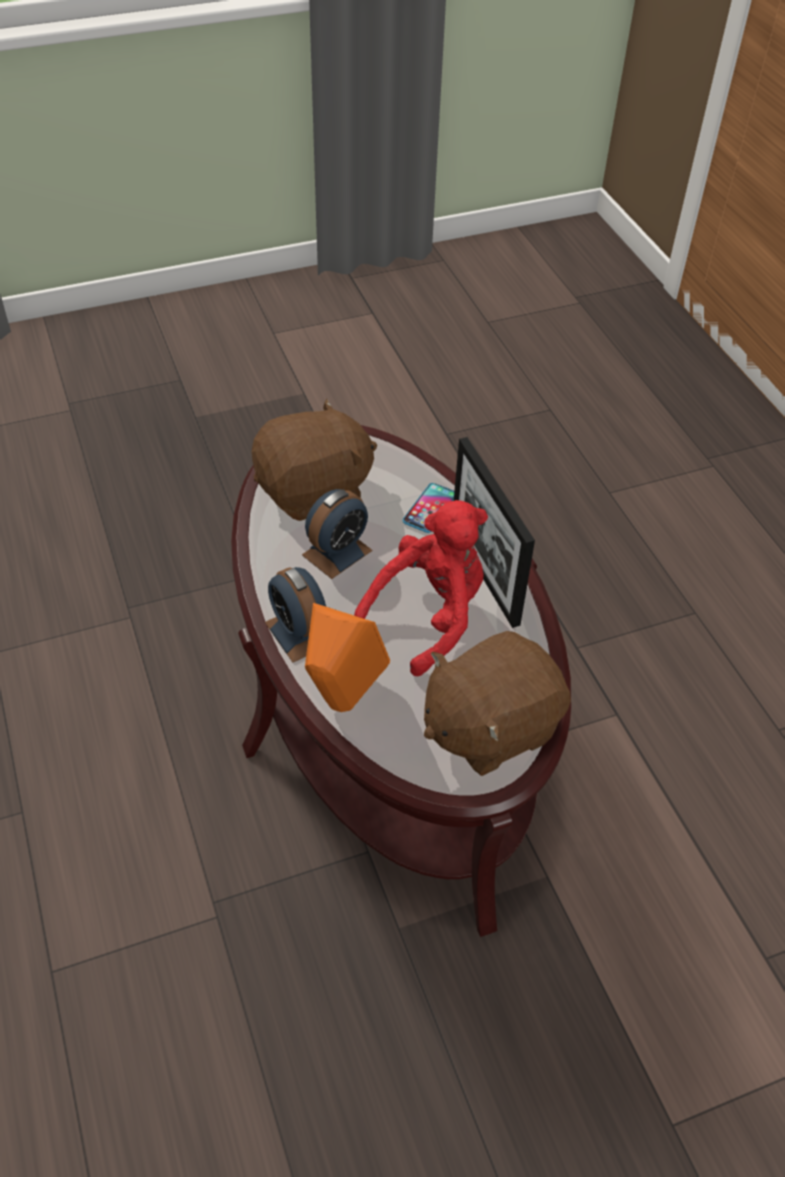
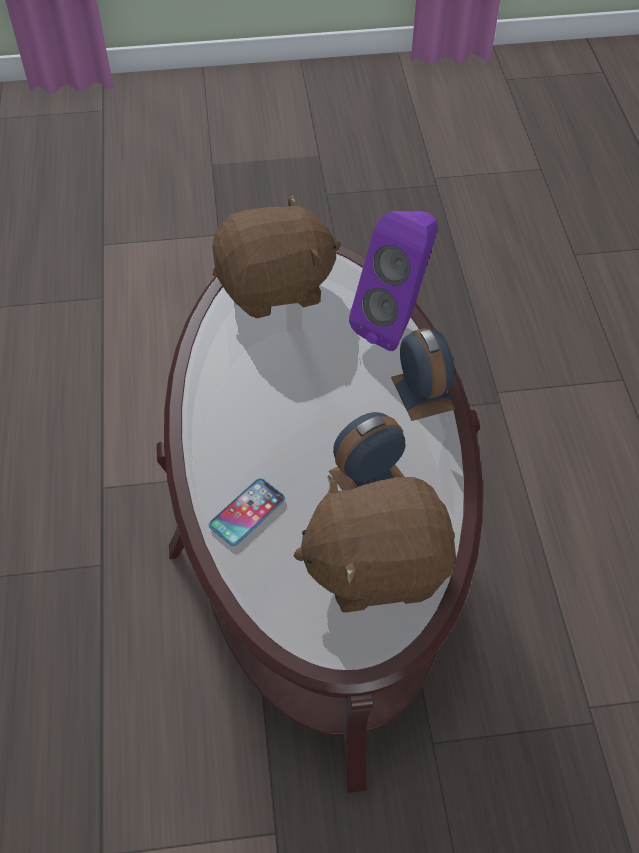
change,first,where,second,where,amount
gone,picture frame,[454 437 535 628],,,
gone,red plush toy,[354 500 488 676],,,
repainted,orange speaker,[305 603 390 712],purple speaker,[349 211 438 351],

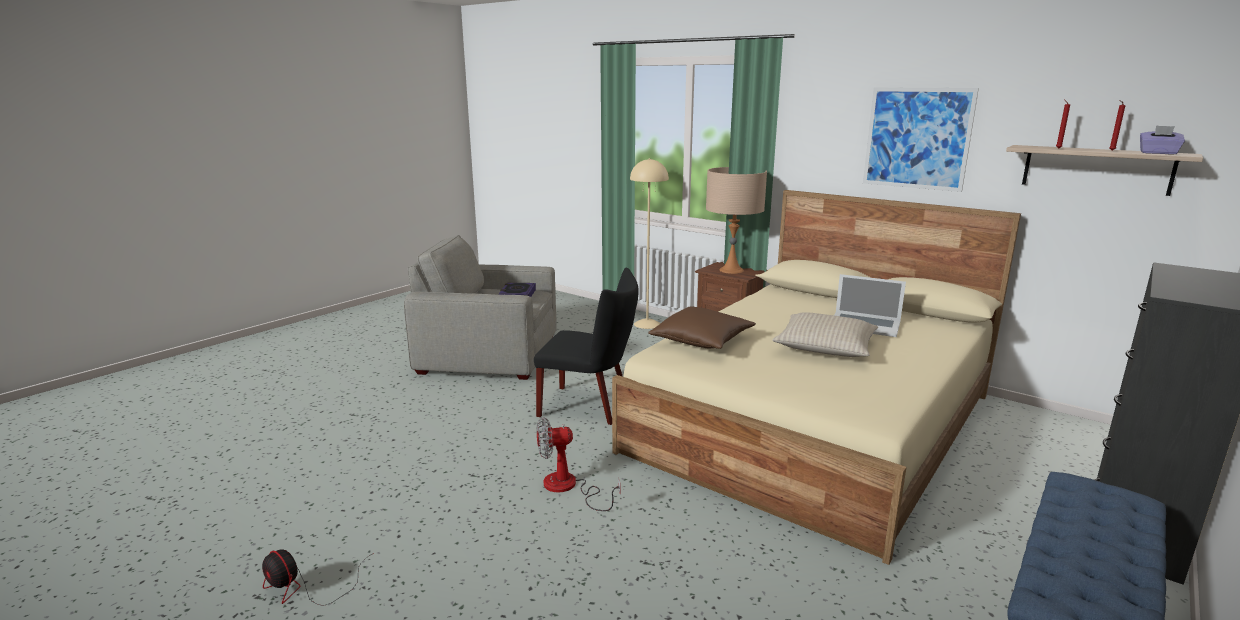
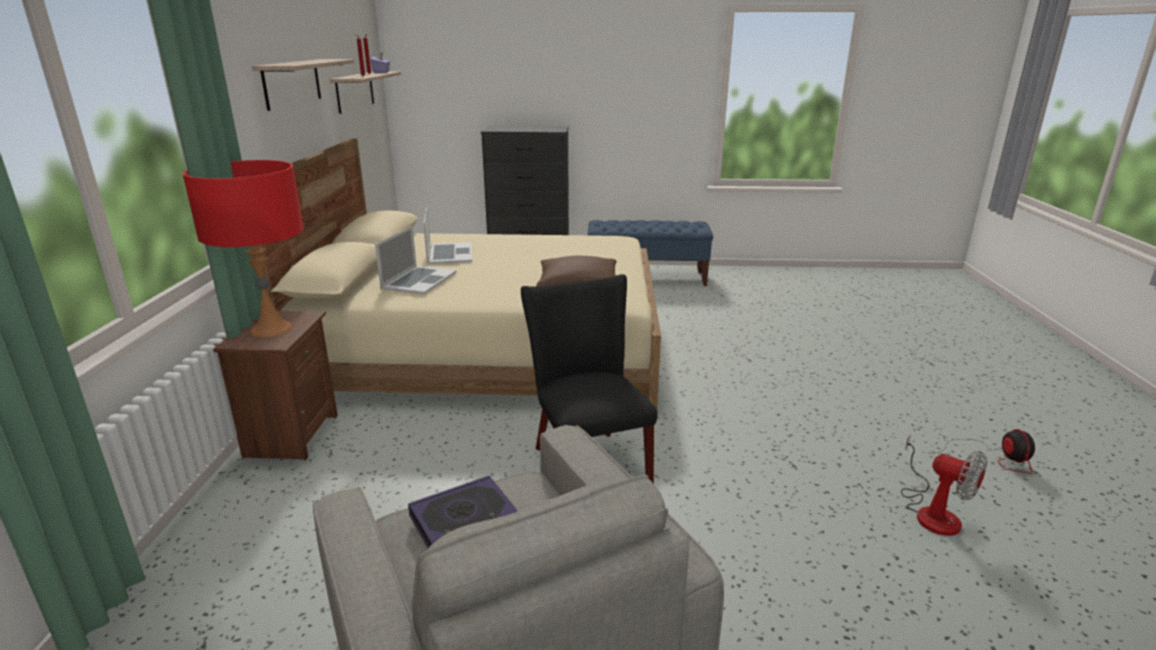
change,first,where,second,where,amount
swapped,picture,[863 87 979 192],shelf,[252 59 354 111],
gone,beige floor lamp,[630 158 669 329],,,
repainted,beige table lamp,[706 167 767 274],red table lamp,[183 160 304 337],
gone,beige pillow,[772 312 878 357],,,
shifted,fan,[537 417 621 511],,[901 434 987 536],
new,,,laptop,[375 226 457 295],

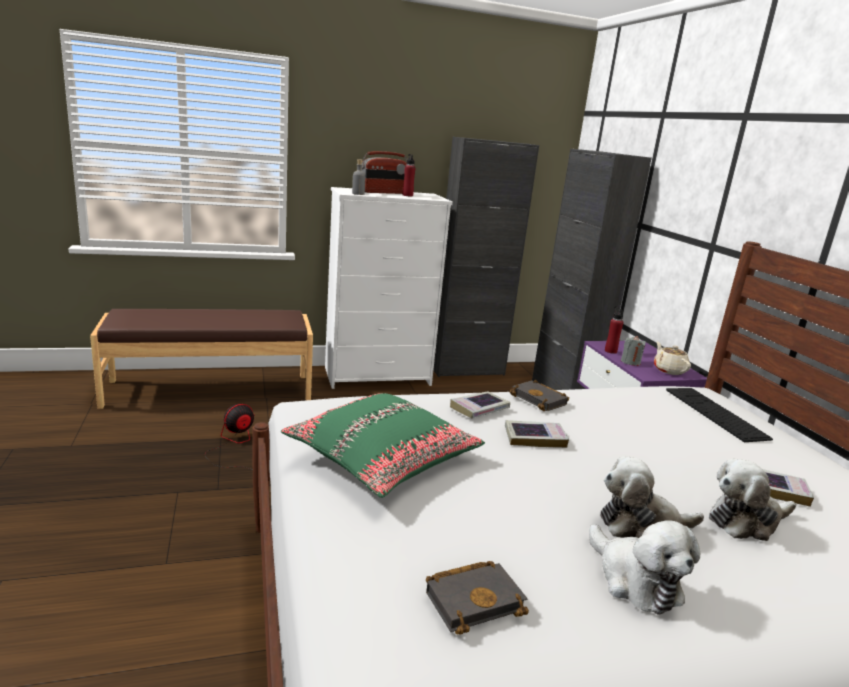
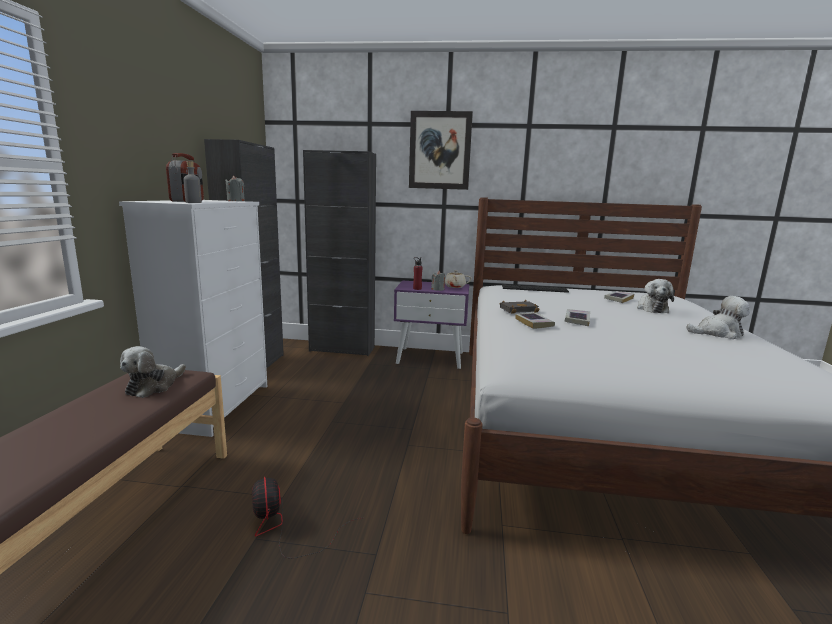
change,first,where,second,where,amount
gone,red bottle,[403 154 416 197],,,
gone,green pillow,[281 393 485 498],,,
shifted,plush toy,[600 457 704 538],,[120 346 186 398],
gone,black book,[426 561 529 634],,,
new,,,picture,[409 111 473 190],
new,,,grey candle,[225 176 245 201],

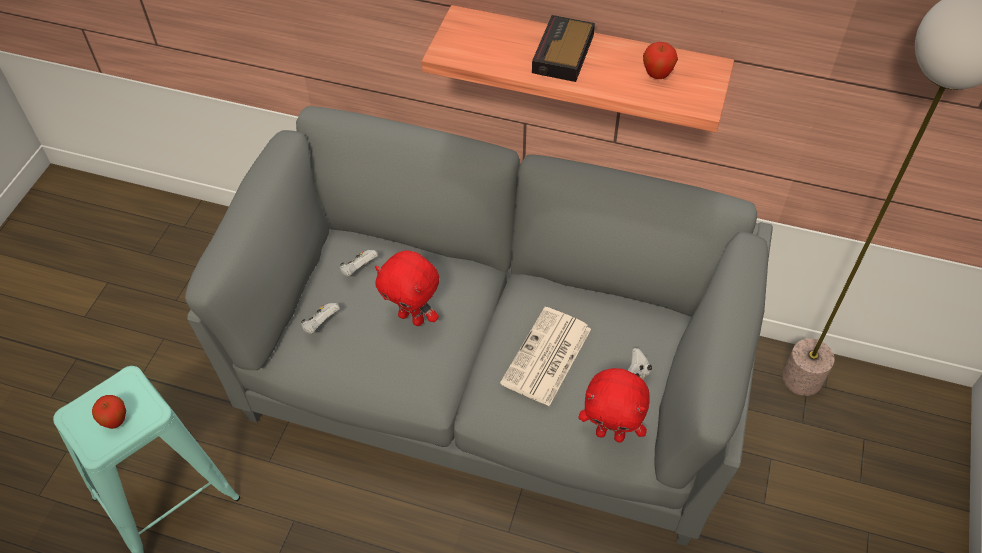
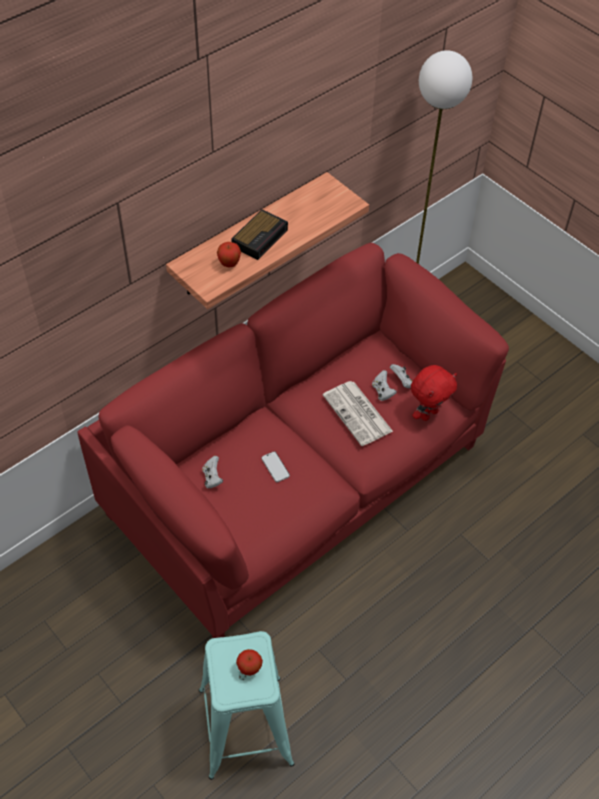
change,first,where,second,where,amount
rotated,alarm clock,[532 15 595 82],,[231 209 288 260],105 degrees counterclockwise
shifted,apple,[643 42 678 79],,[217 242 241 267],
repainted,grey sofa,[185 106 773 546],red sofa,[77 243 509 638],
swapped,red plush toy,[375 251 439 326],phone,[261 451 290 482],
shifted,white game controller,[301 303 340 334],,[372 370 397 401],

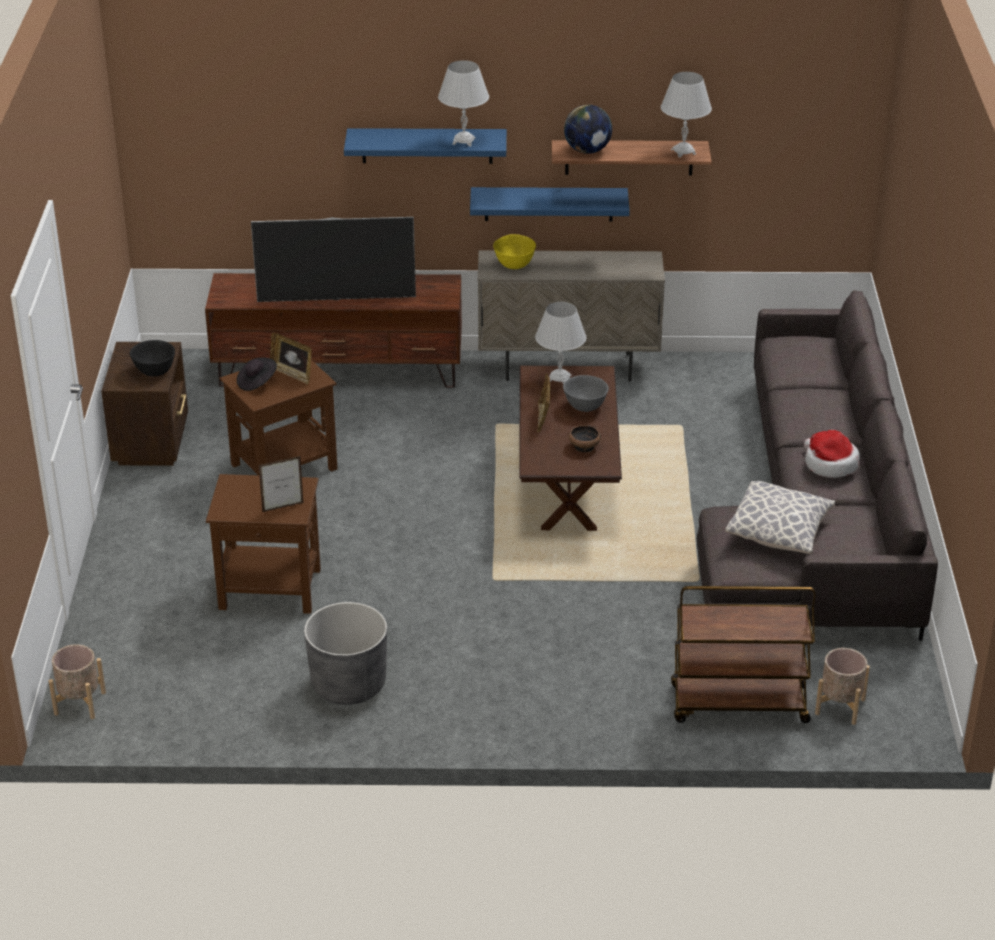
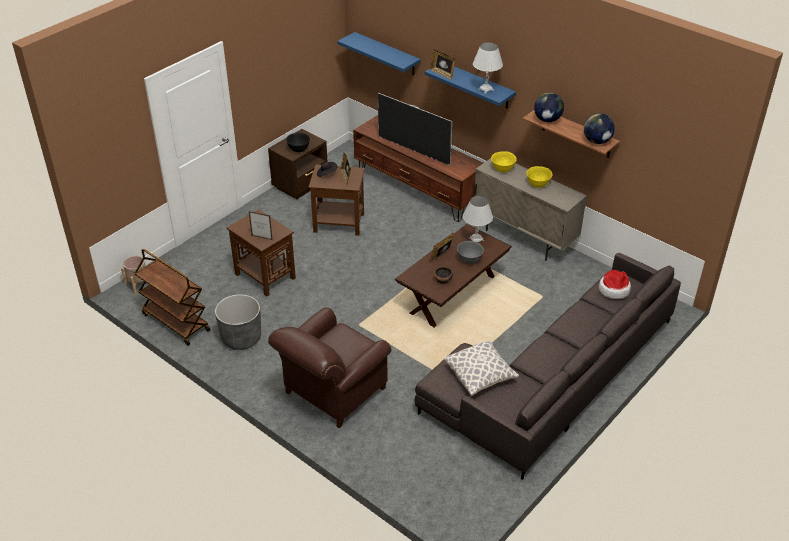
change,first,where,second,where,amount
swapped,white table lamp,[661 72 712 158],globe,[584 113 615 144],
shifted,blue shelf,[470 187 630 222],,[337 32 420 75],
shifted,hat,[804 430 860 478],,[599 270 631 299],
shifted,brown cart,[671 586 815 723],,[134 249 210 346],
gone,beige planter,[815 648 870 725],,,
new,,,picture frame,[430 50 455 80],
new,,,yellow bowl,[526 166 552 188],
new,,,brown armchair,[268 307 391 428],

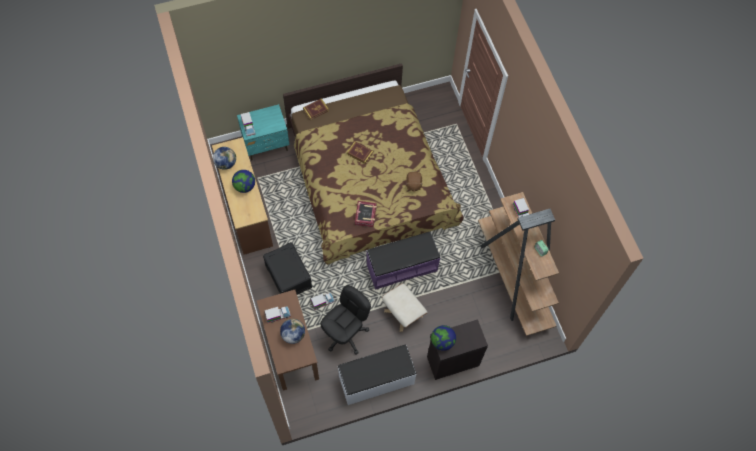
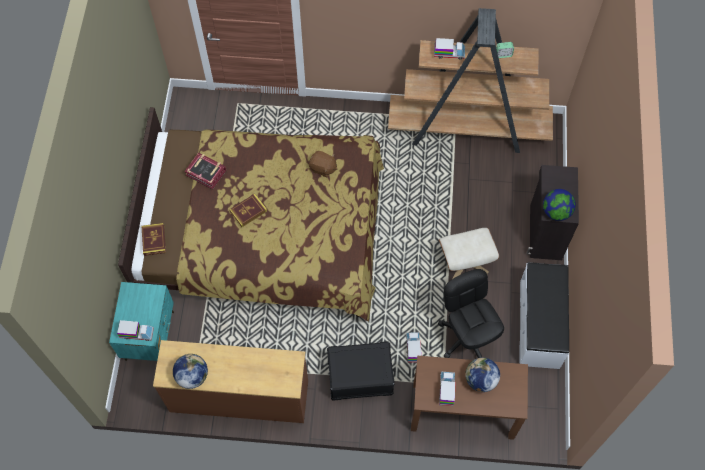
change,first,where,second,where,amount
gone,globe,[232 170 255 193],,,
shifted,book,[355 201 377 227],,[185 153 226 190],
gone,purple bench,[366 232 440 290],,,

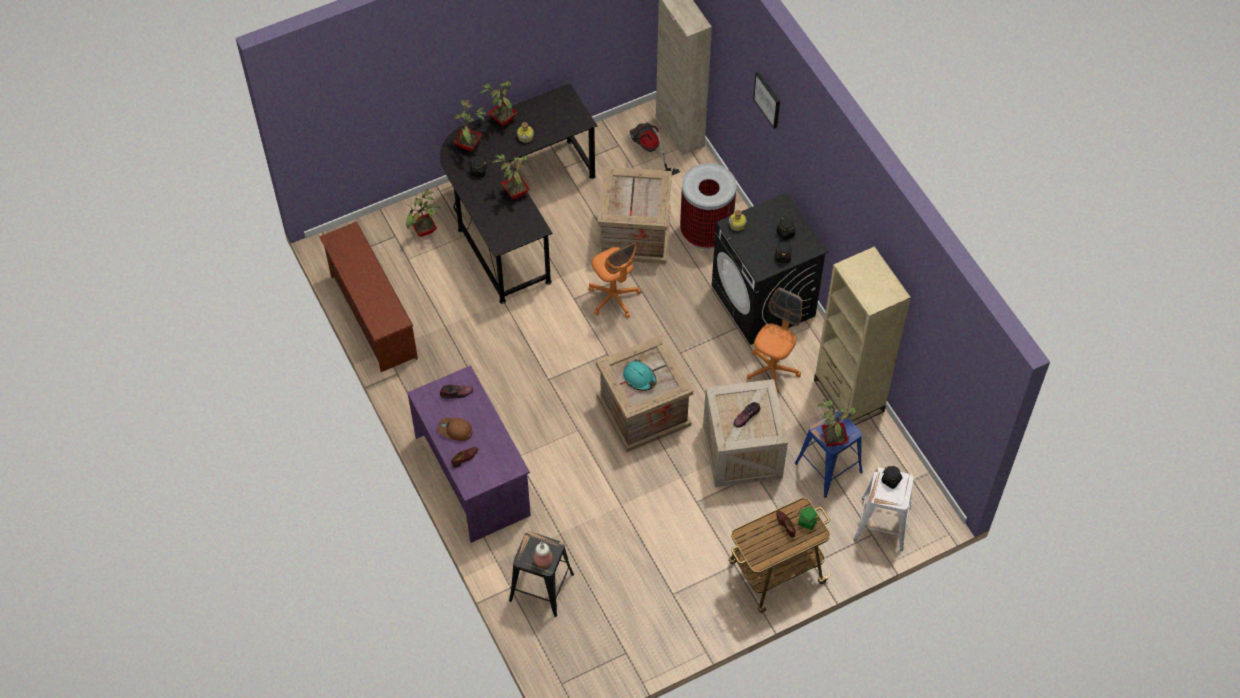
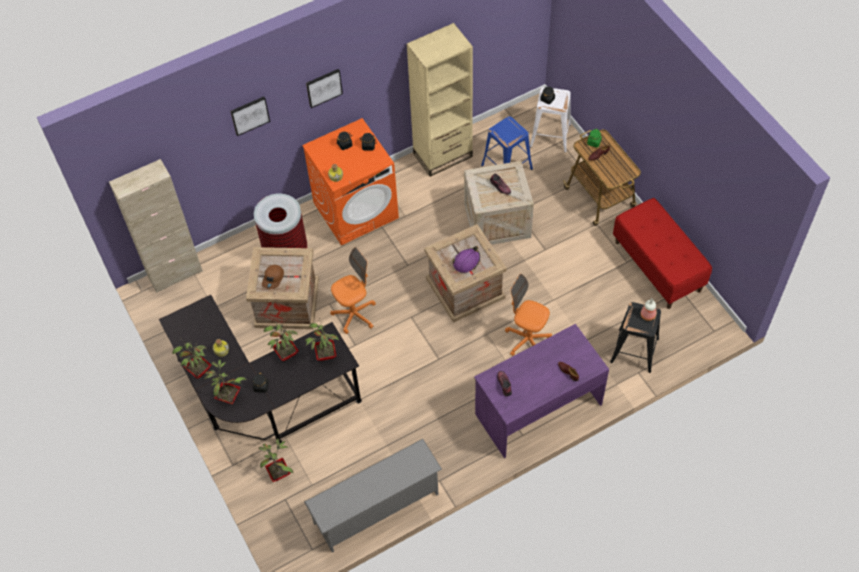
change,first,where,second,where,amount
gone,vacuum cleaner,[629 123 680 175],,,
repainted,black washing machine,[712 192 828 345],orange washing machine,[302 118 399 246],
repainted,brown shoe rack,[320 222 418 372],grey shoe rack,[304 439 442 553],
shifted,orange office chair,[747 288 802 392],,[505 274 552 356],
repainted,turquoise hard hat,[623 360 656 391],purple hard hat,[452 246 480 273],
shifted,potted plant,[817 399 857 446],,[305 317 339 361],
shifted,brown cap,[437 418 472 441],,[262 265 284 289],
new,,,picture,[306 69 343 108],
new,,,red bench,[613 198 712 309],

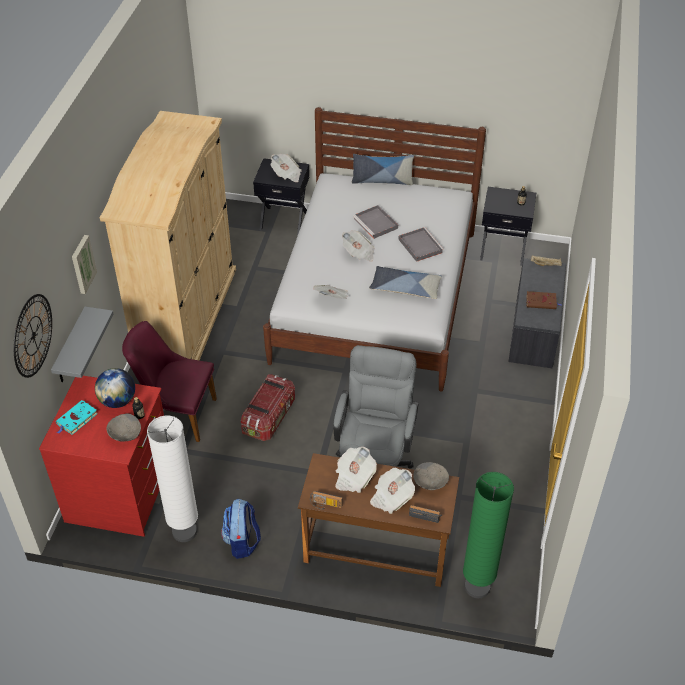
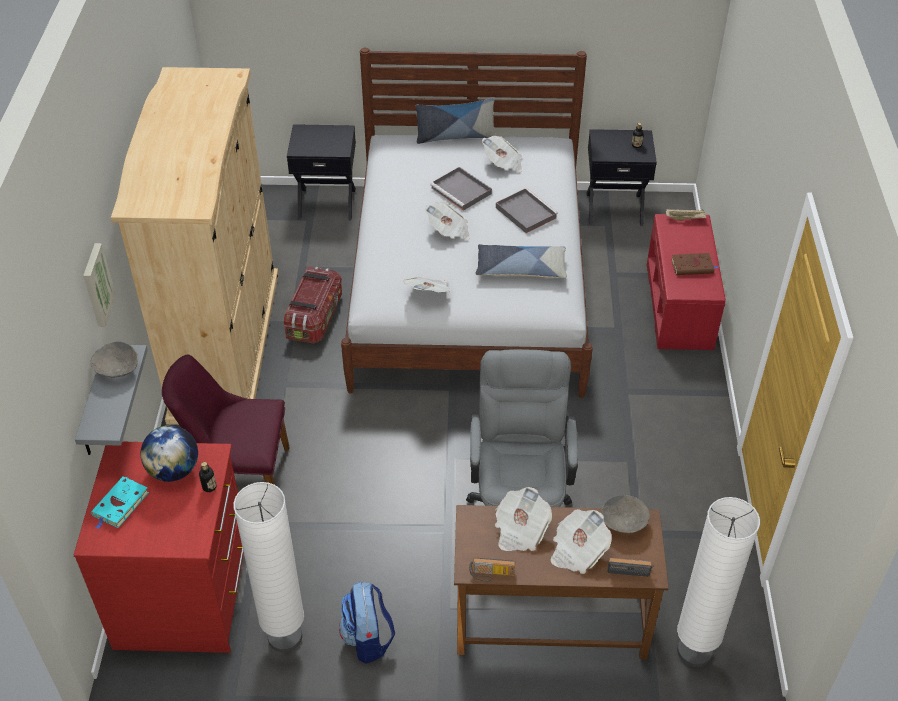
change,first,where,second,where,amount
shifted,newspaper,[270 154 302 182],,[482 136 522 172],
repainted,grey bench,[508 258 566 368],red bench,[647 214 726 350],
gone,wall clock,[14 294 52 378],,,
shifted,storage box,[241 374 295 441],,[284 266 342 343],
shifted,grey bowl,[107 414 141 441],,[90 341 138 377],
repainted,green floor lamp,[463 472 514 598],white floor lamp,[677 497 760 667],

